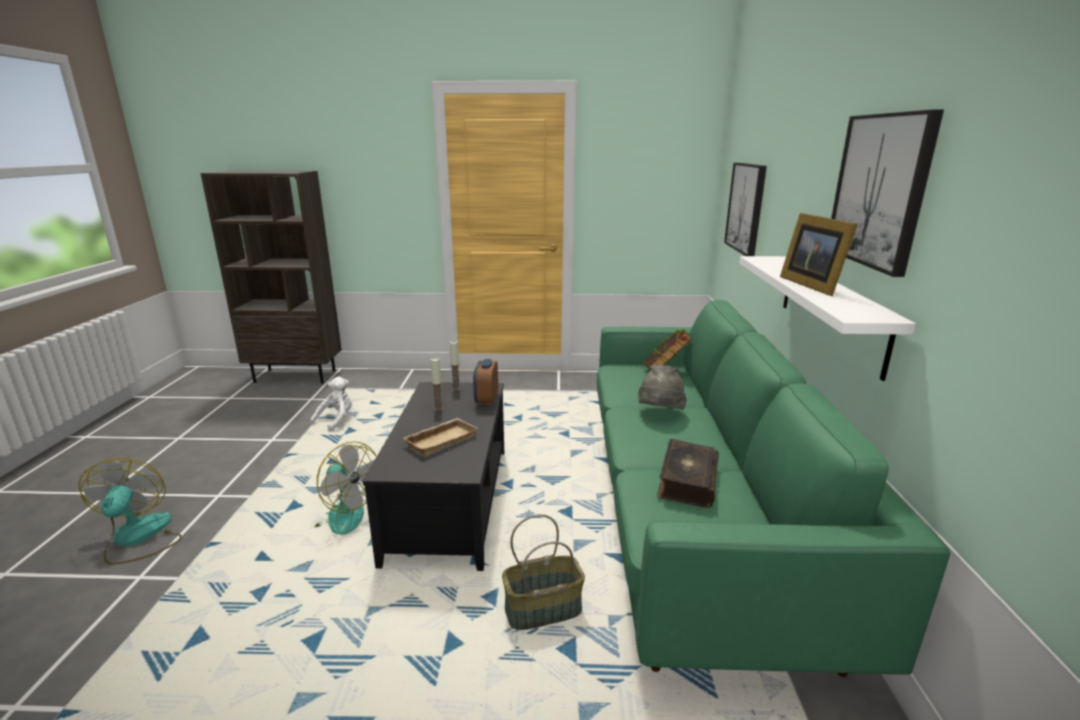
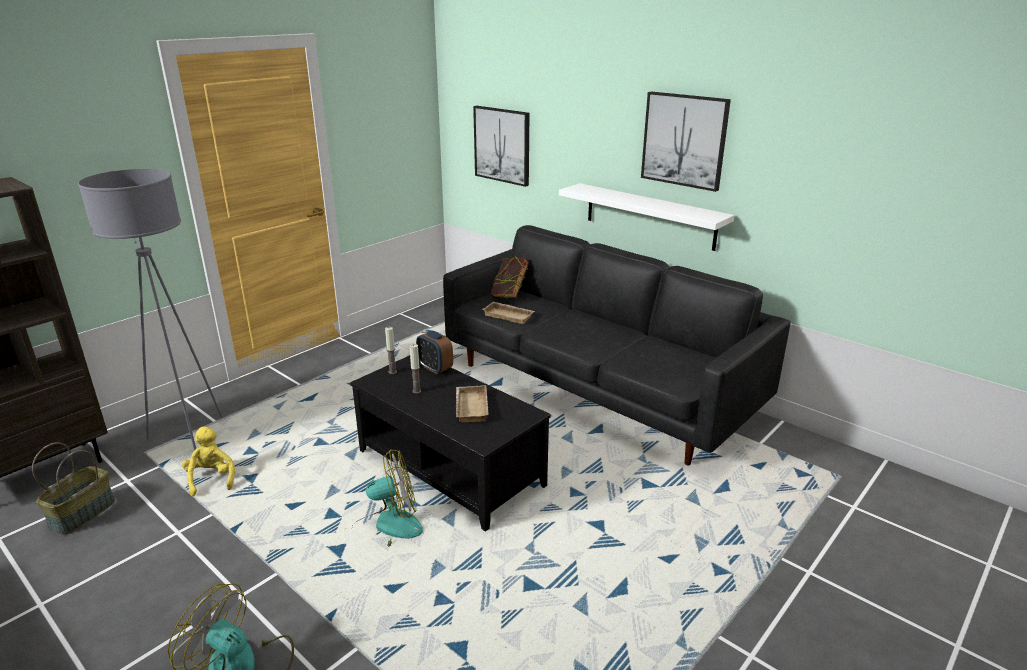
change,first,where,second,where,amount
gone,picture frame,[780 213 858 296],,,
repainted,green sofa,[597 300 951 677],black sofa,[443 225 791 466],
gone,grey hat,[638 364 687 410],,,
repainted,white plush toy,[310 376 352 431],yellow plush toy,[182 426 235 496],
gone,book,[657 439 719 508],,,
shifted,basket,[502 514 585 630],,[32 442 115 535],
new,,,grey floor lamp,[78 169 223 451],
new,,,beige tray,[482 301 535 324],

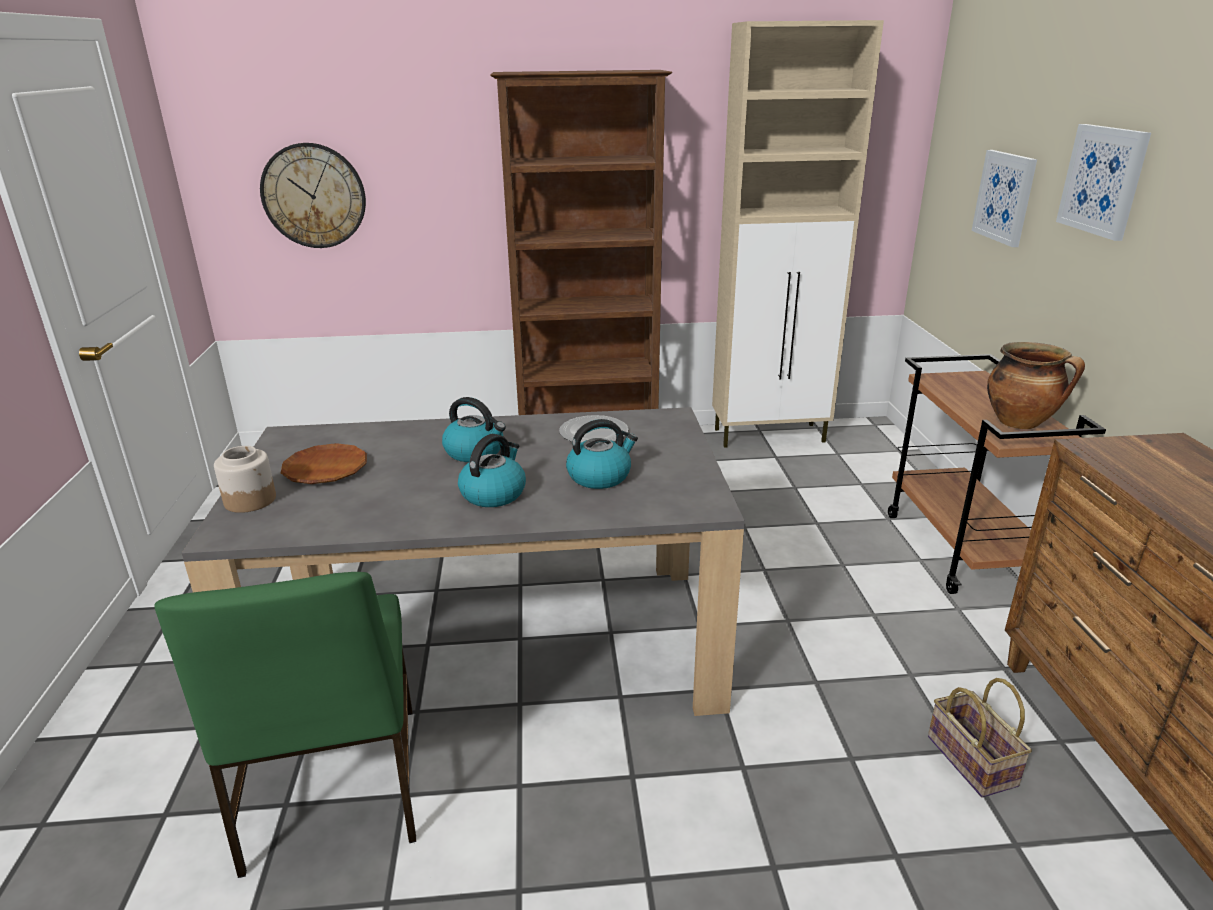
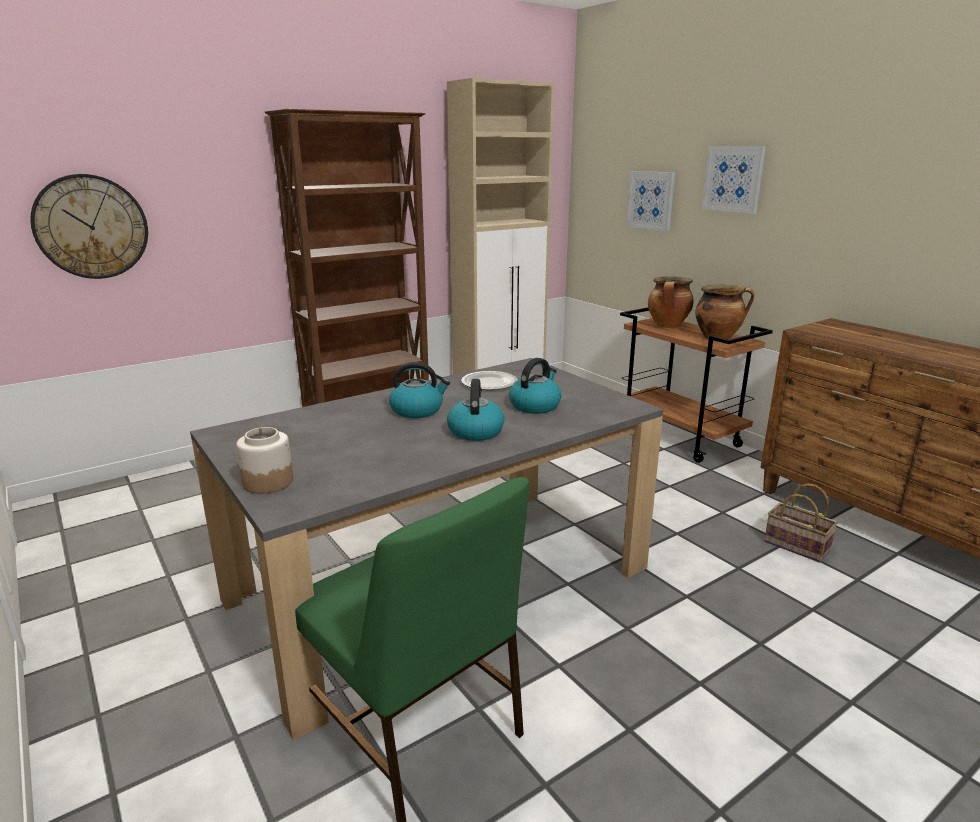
change,first,where,second,where,amount
gone,brown plate,[281 443 367 484],,,
new,,,cooking pot,[648 276 694 328],

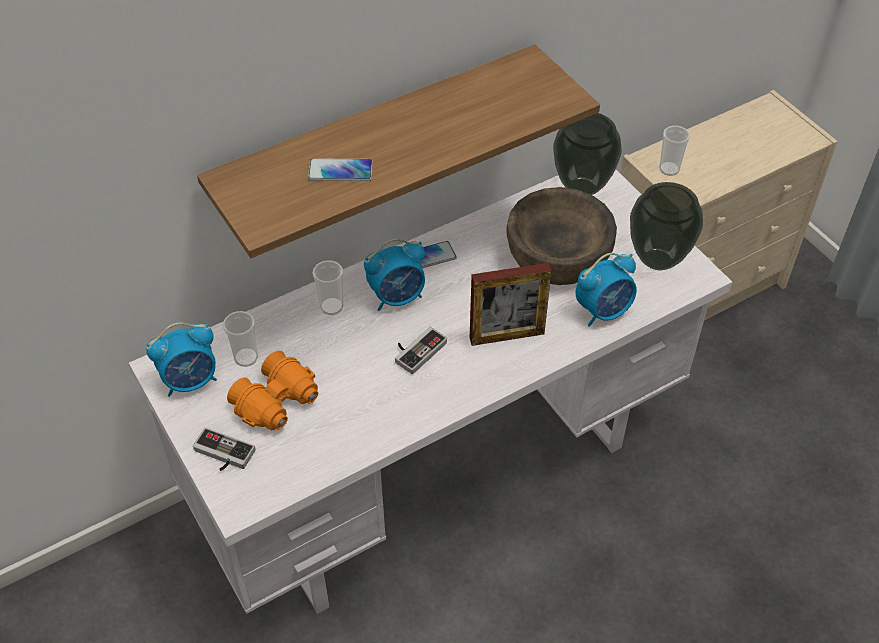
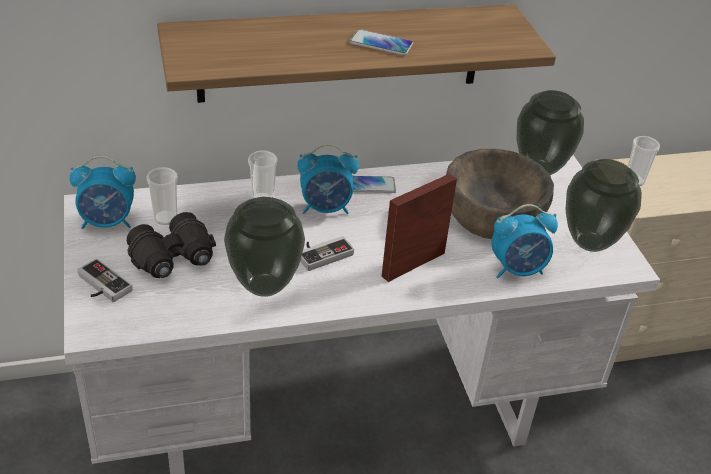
change,first,where,second,where,amount
shifted,phone,[308 158 373 181],,[349 29 413 55],
rotated,picture frame,[470 263 552 346],,[382 174 457 282],135 degrees clockwise
repainted,orange binoculars,[227 351 318 430],black binoculars,[127 212 216 278],
new,,,vase,[224 197 305 297],

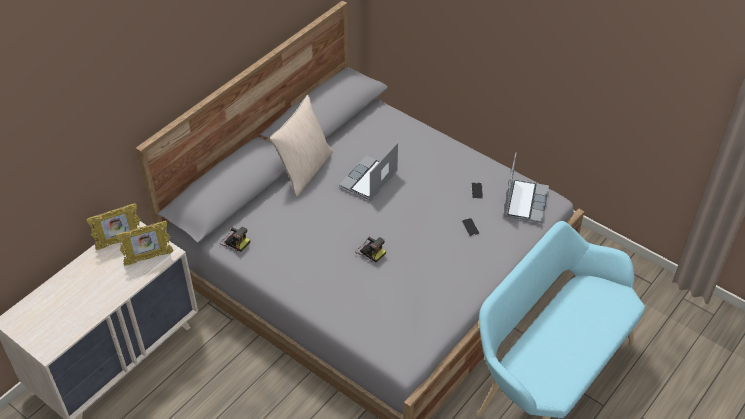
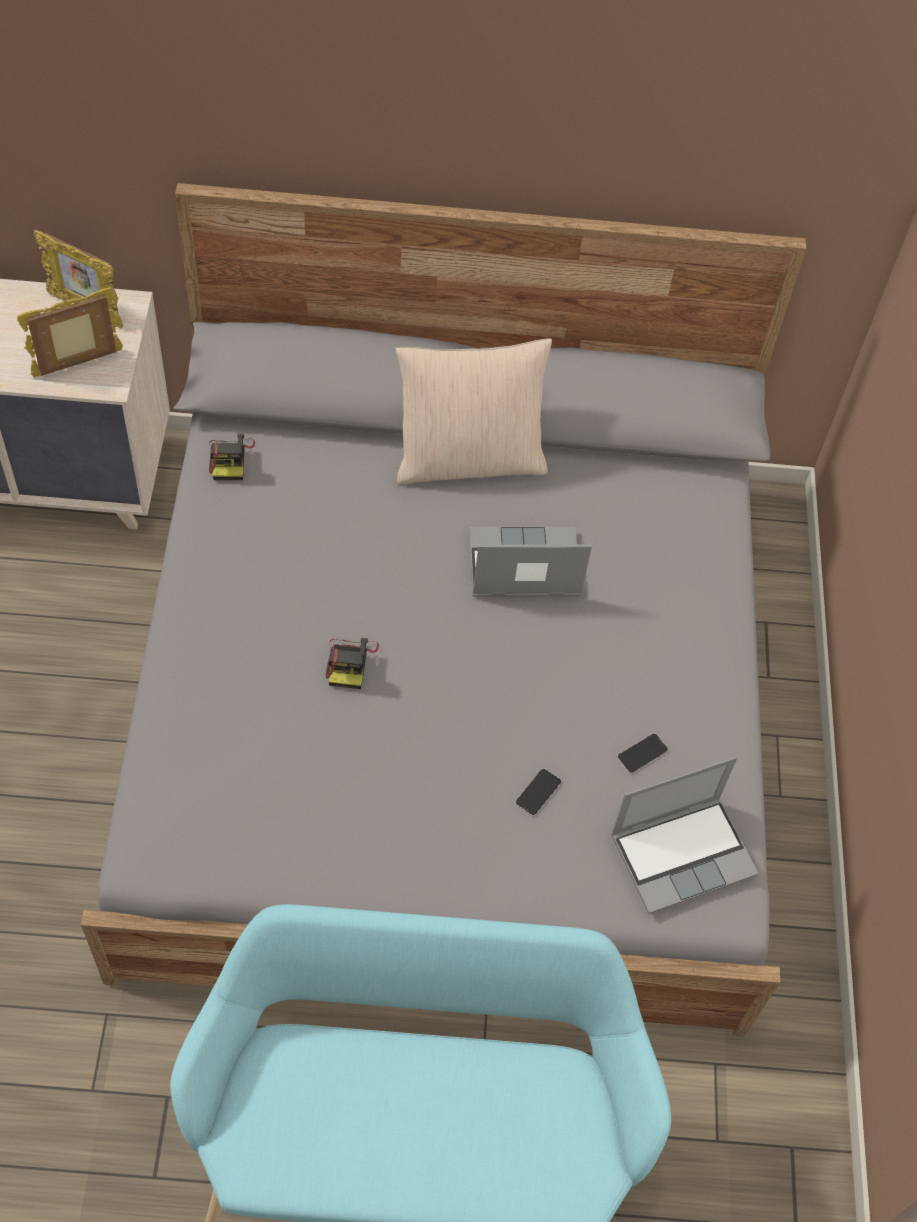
change,first,where,second,where,amount
rotated,picture frame,[116 221 173 266],,[17 287 123 377],120 degrees clockwise

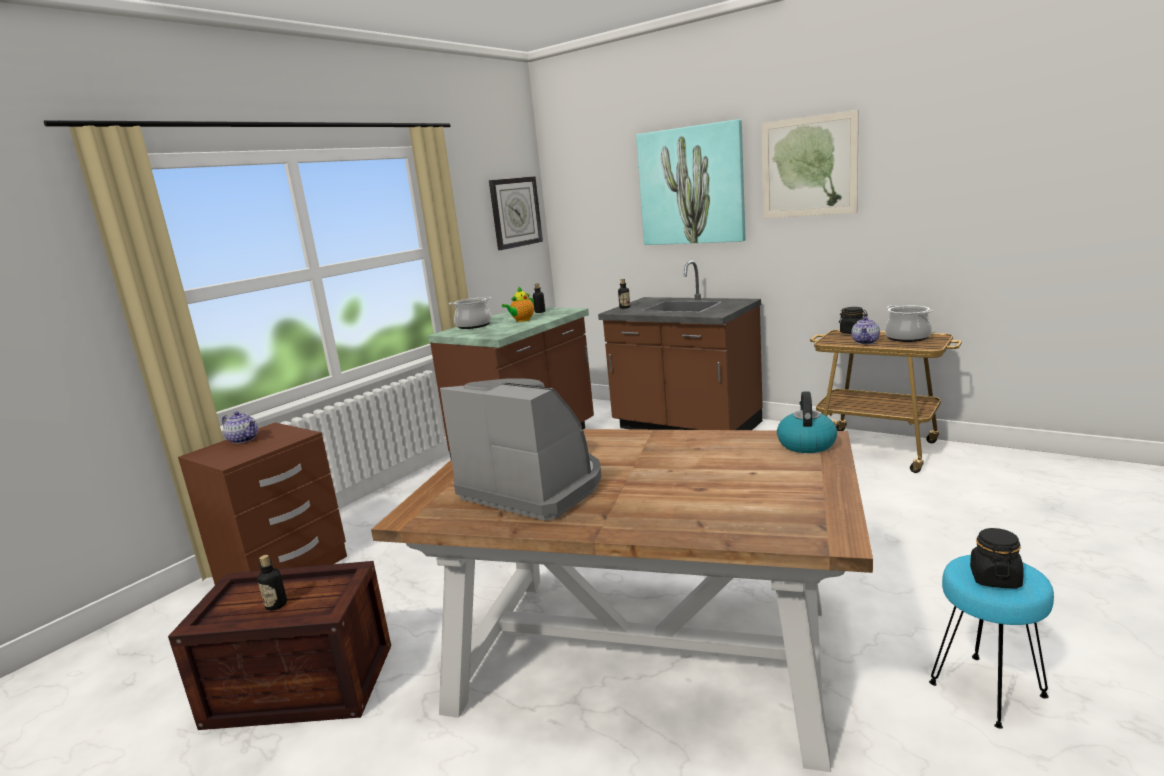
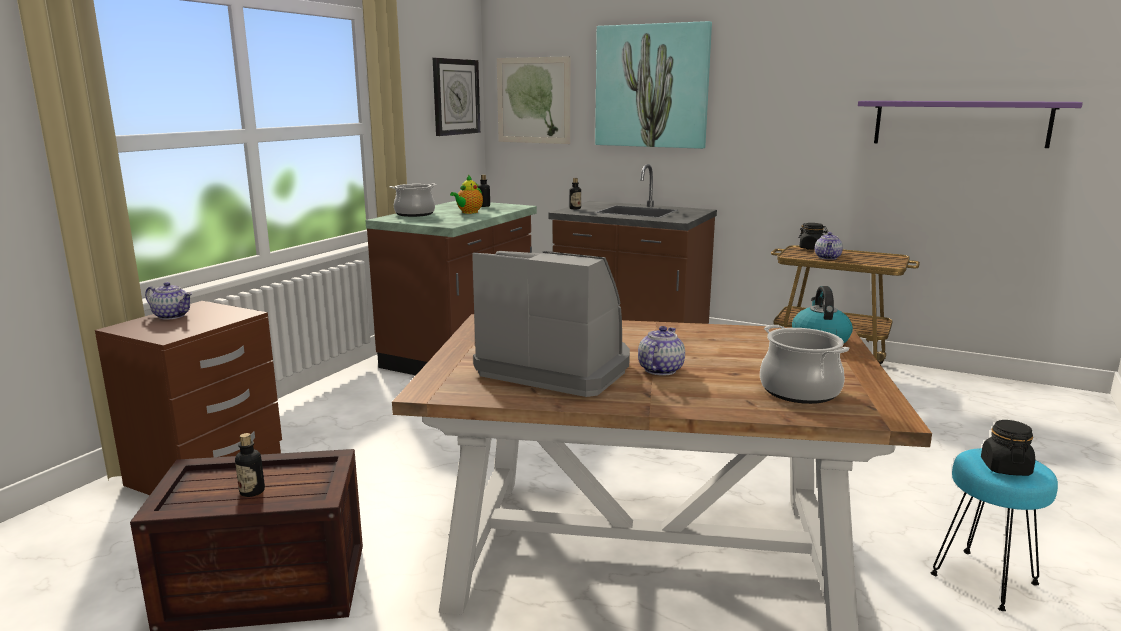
change,first,where,second,where,amount
shifted,picture,[761 110 859 218],,[497 56 571 144],
shifted,cooking pot,[885 305 932 342],,[760 325 850 404],
new,,,purple shelf,[858 101 1083 148],
new,,,teapot,[638 326 685 376],

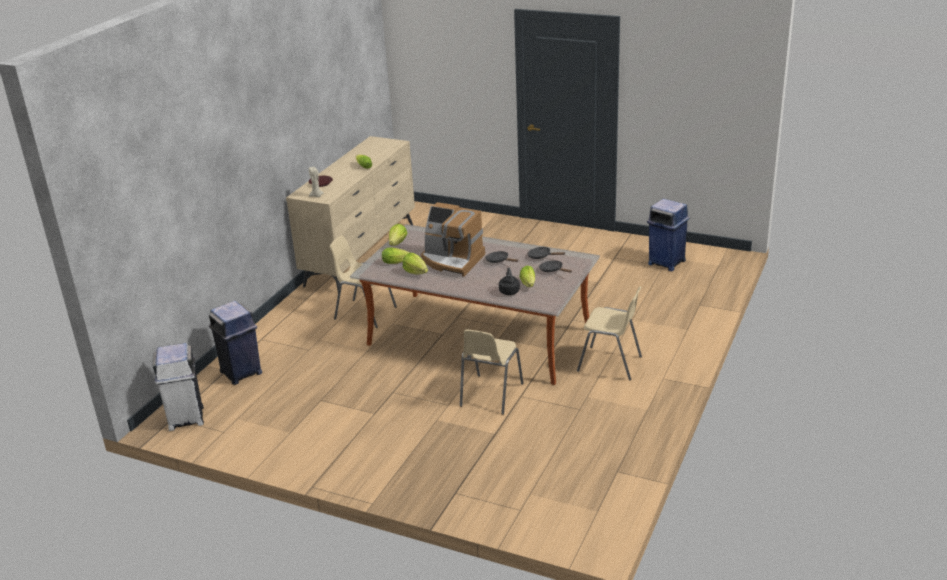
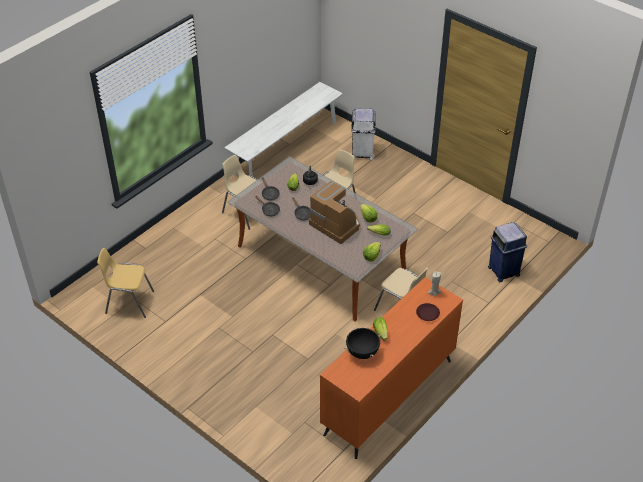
change,first,where,second,where,amount
repainted,beige dresser,[286 136 415 291],orange dresser,[320 277 463 459],
swapped,blue trash can,[647 199 689 271],yellow chair,[97 248 154 318],
shifted,white trash can,[153 343 204 431],,[351 108 376 160],
new,,,white bench,[224 82 343 176],
new,,,black cooking pot,[344 326 382 359],

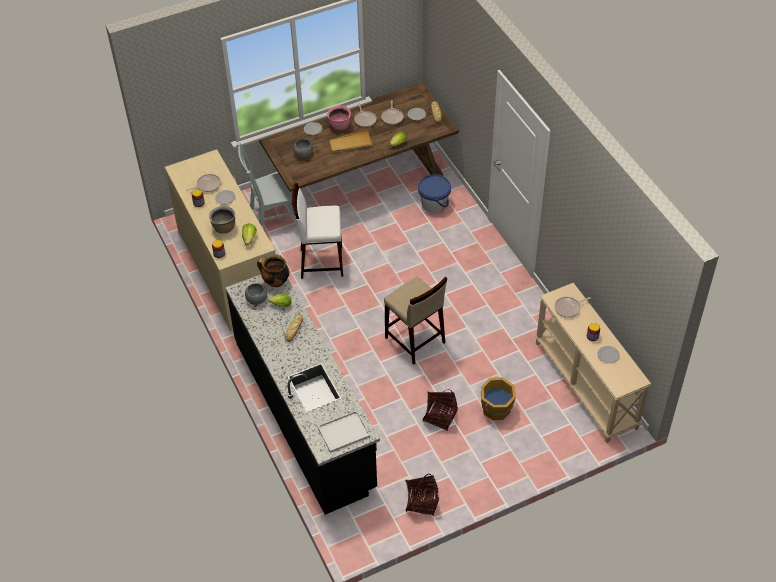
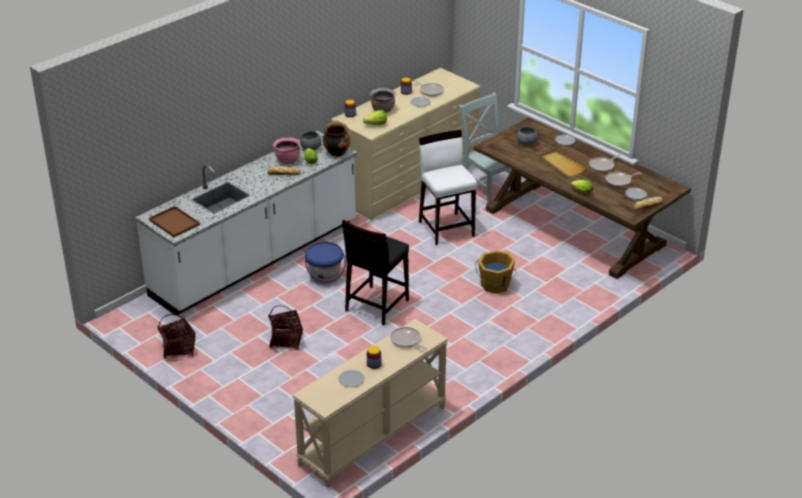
change,first,where,second,where,amount
shifted,pink cooking pot,[327 105 351 130],,[273 138 300 164],
shifted,blue bucket,[418 174 451 212],,[305 242 346 285],
repainted,black counter,[225 275 380 515],white counter,[135 131 358 315],
repainted,beige stool,[384 276 447 364],black stool,[342 220 409 326],
shifted,orange bucket,[481 377 516 420],,[475 250 517 294],
repainted,white tray,[317 411 370 453],brown tray,[149 206 200 237],

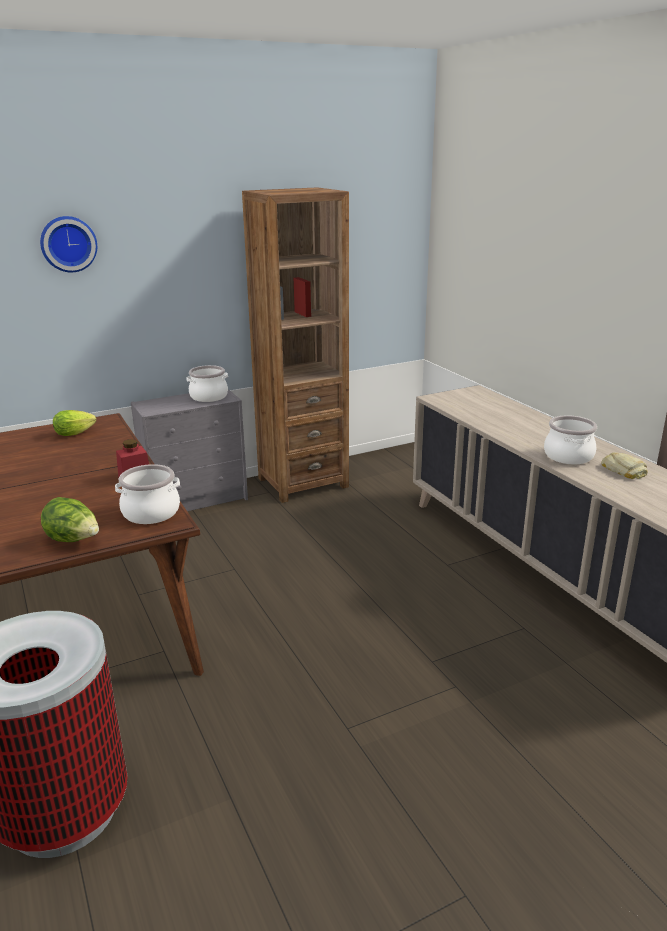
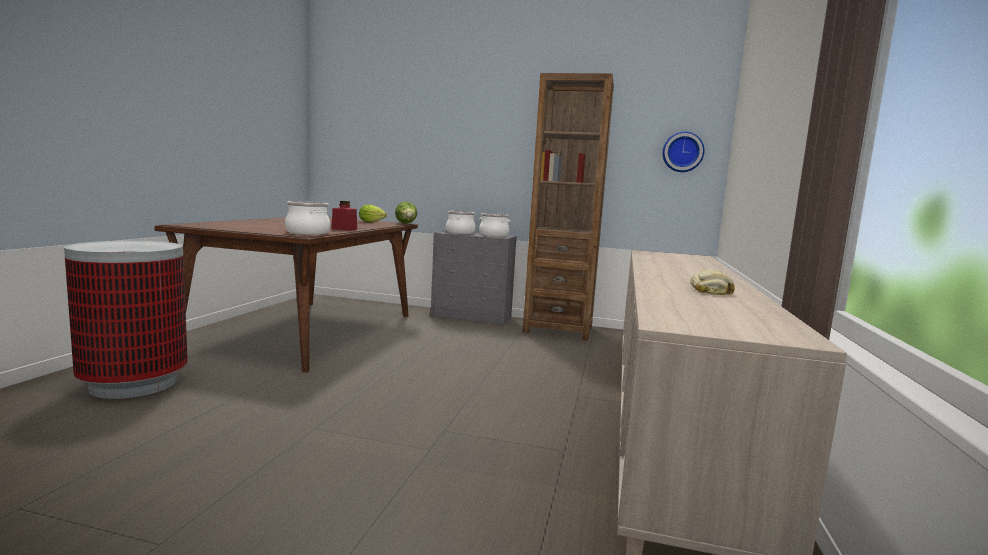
change,first,where,second,where,amount
shifted,wall clock,[40 216 97 272],,[662 132 704 172],
shifted,cooking pot,[544 415 597 464],,[446 211 476 234],
shifted,lettuce,[41 497 99 542],,[395 202 417 224],

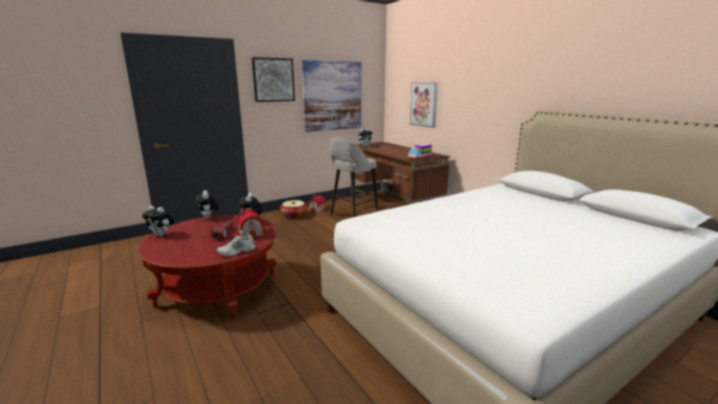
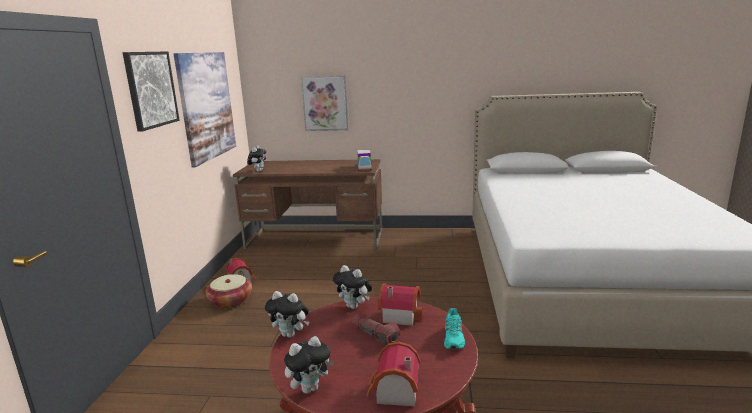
change,first,where,second,where,amount
gone,grey stool,[330 138 378 217],,,
repainted,white shoe,[217 234 256 257],turquoise shoe,[444 308 465 349],
new,,,toy house,[366 342 420 406],

